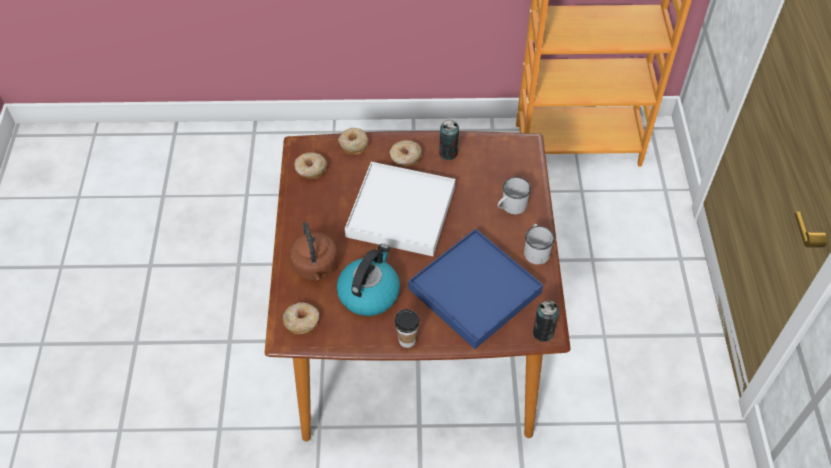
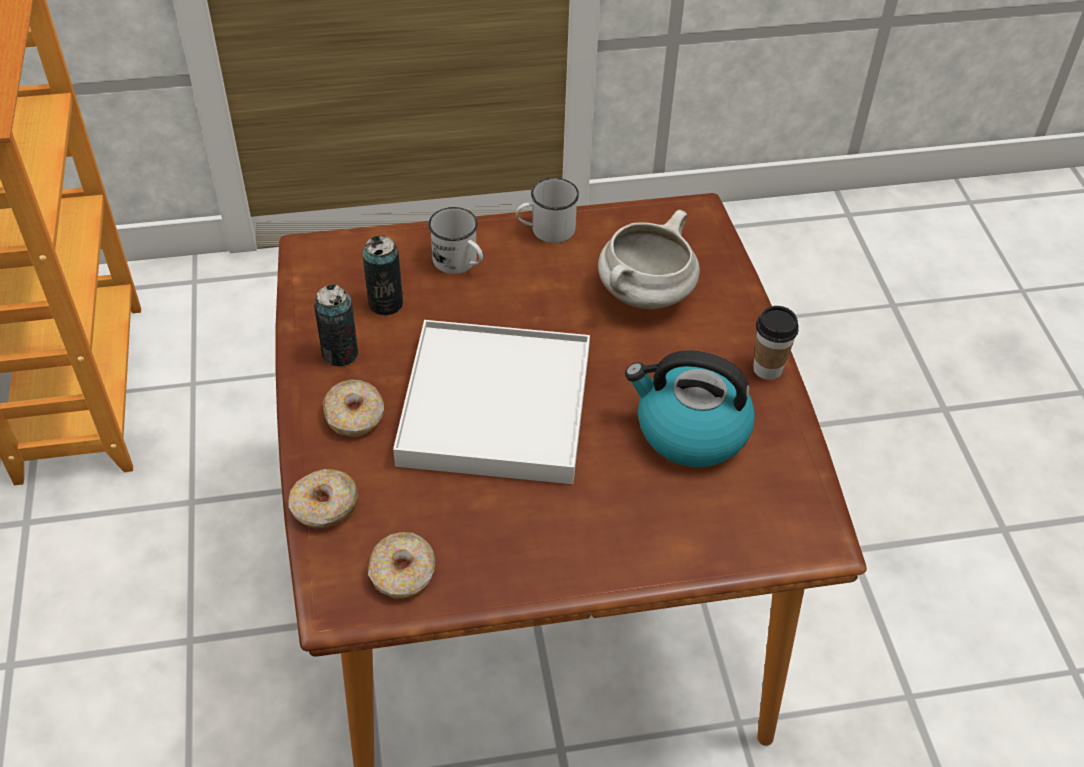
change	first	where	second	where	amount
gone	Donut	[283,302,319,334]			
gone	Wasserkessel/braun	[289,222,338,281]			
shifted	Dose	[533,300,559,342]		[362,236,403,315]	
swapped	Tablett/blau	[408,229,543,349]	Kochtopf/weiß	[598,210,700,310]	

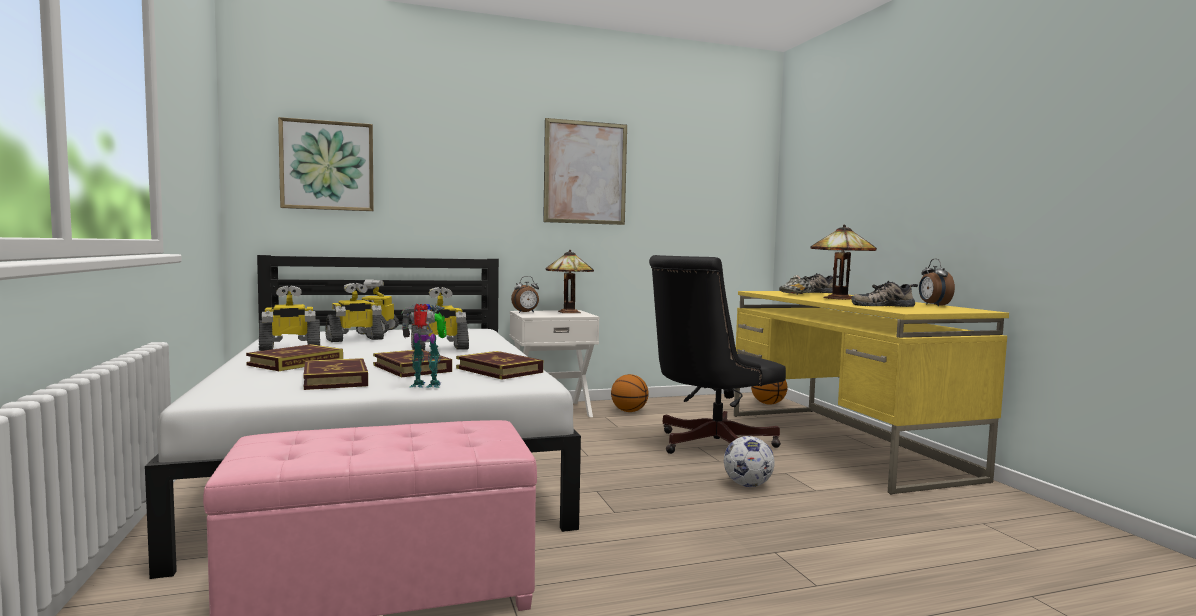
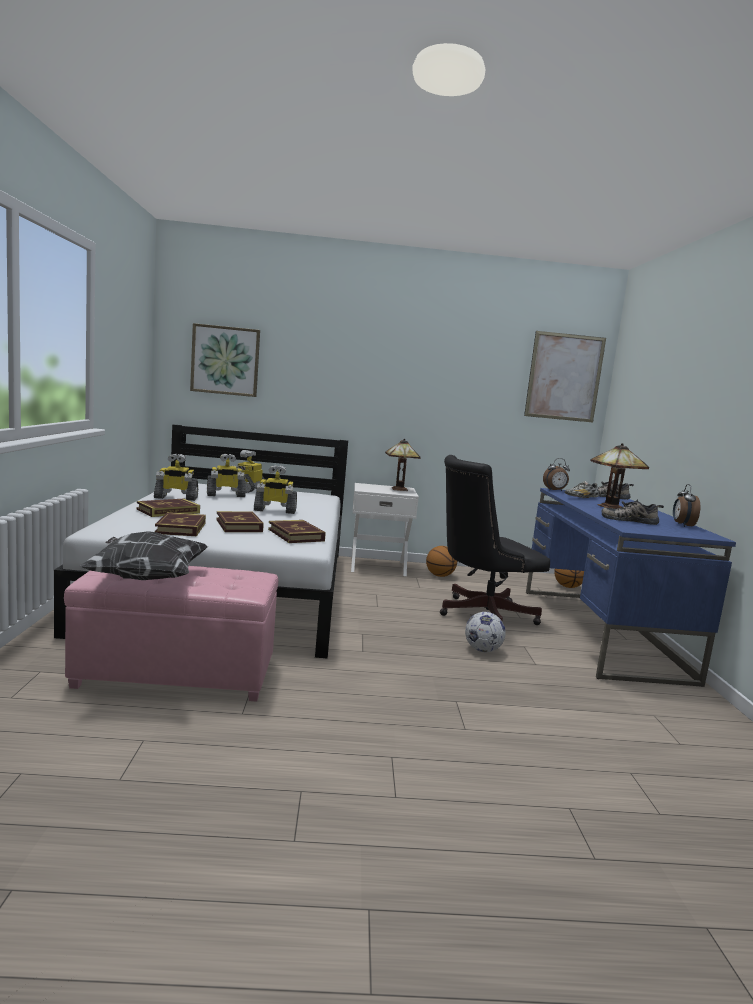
change	first	where	second	where	amount
gone	Spielzeugroboter	[401,304,447,388]			
new			Kissen	[79,531,208,580]	
shifted	Wecker	[511,276,539,313]		[543,458,570,491]	
shifted	Bild	[543,118,627,225]		[524,331,606,422]	
repainted	Schreibtisch/gelb	[734,291,1009,495]	Schreibtisch/blau	[526,488,736,687]	

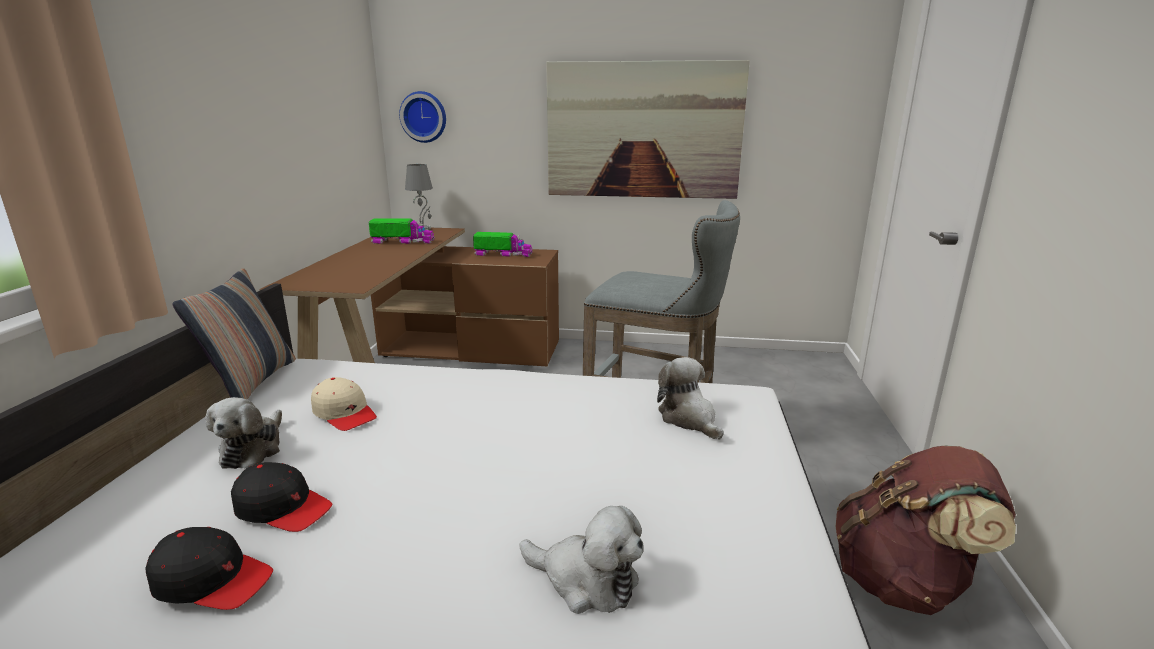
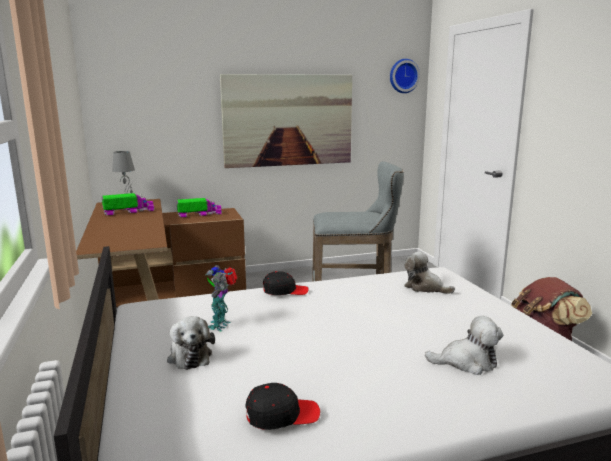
change	first	where	second	where	amount
gone	Kissen	[172,268,296,399]			
shifted	Kappe/schwarz	[231,462,332,532]		[263,271,309,295]	
shifted	Wanduhr	[399,91,446,143]		[390,59,420,93]	
swapped	Kappe/beige	[311,377,377,431]	Spielzeugroboter	[205,265,237,332]	

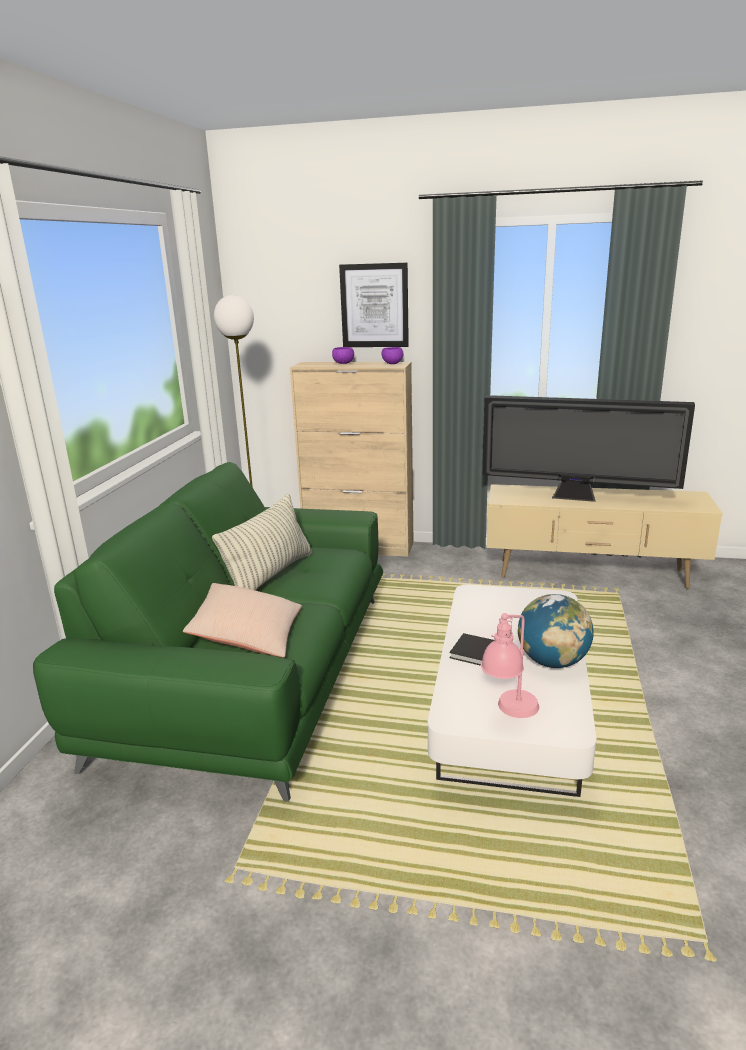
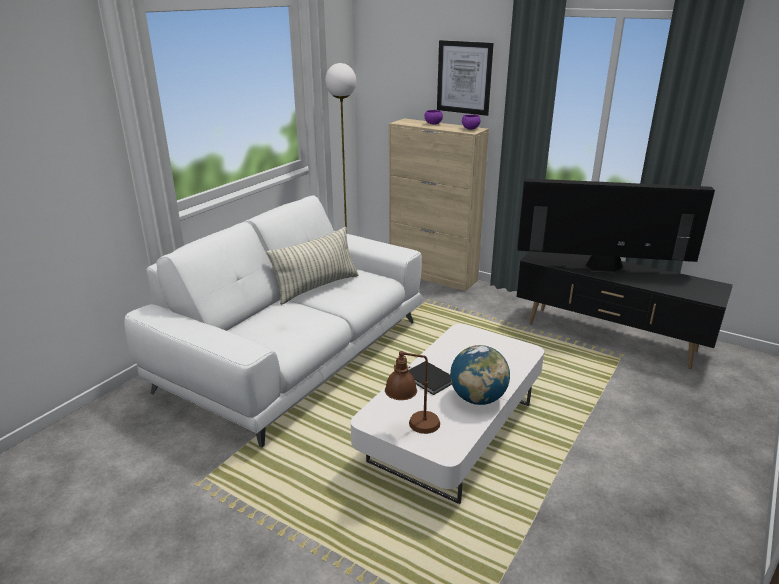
change	first	where	second	where	amount
gone	Kissen/beige	[183,583,302,657]			
repainted	Sofa/grün	[33,462,383,802]	Sofa/weiß	[124,195,423,448]	
repainted	Tischlampe/rosa	[481,613,539,718]	Tischlampe/braun	[385,351,440,434]	
repainted	Fernsehschrank/beige	[487,484,723,589]	Fernsehschrank/schwarz	[517,251,733,369]	
rotated	Fernseher	[482,395,695,502]		[517,178,715,273]	150 degrees clockwise

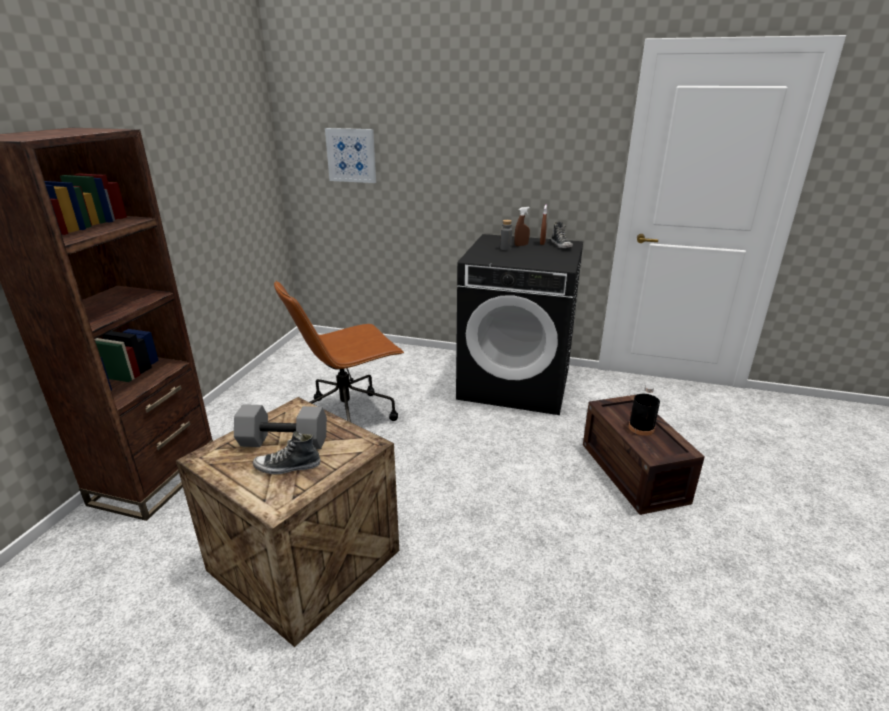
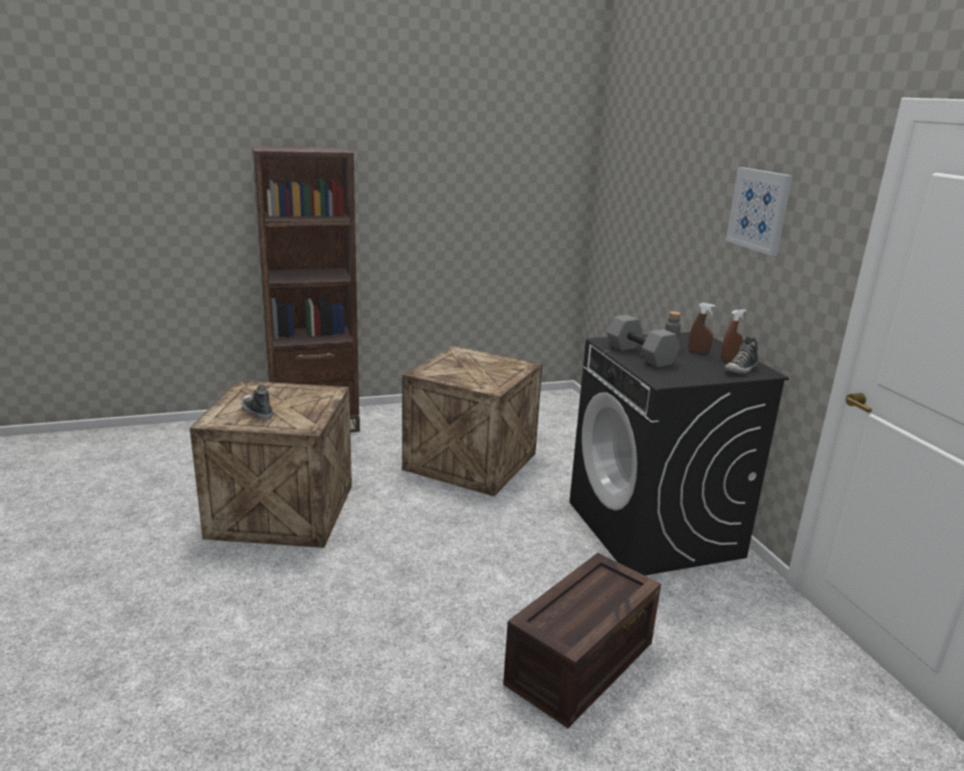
change	first	where	second	where	amount
gone	Flasche/schwarz	[629,385,660,436]			
shifted	Hantel/grau	[234,404,327,449]		[607,315,680,367]	
shifted	Bild	[325,128,376,183]		[726,167,792,256]	
swapped	Bürostuhl/braun	[274,281,404,422]	Kiste	[402,346,542,496]	

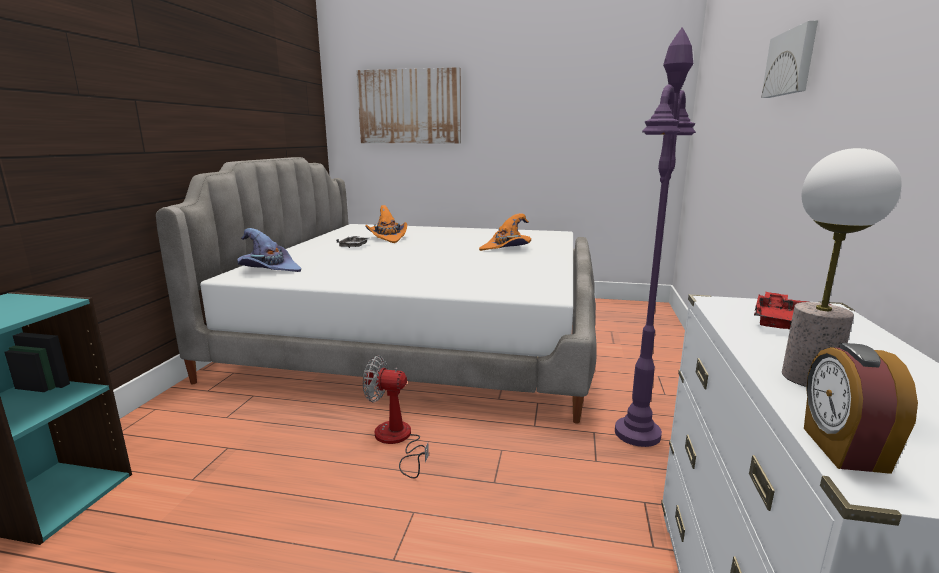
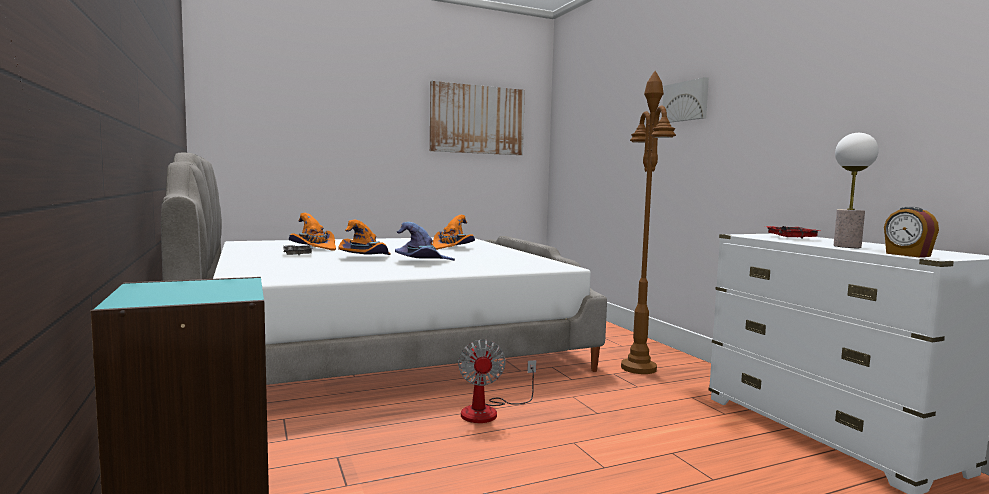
change	first	where	second	where	amount
new			Hut/orange	[338,220,391,255]	
shifted	Hut/lila	[237,228,301,272]		[395,222,455,261]	
shifted	Bild	[357,67,461,143]		[430,81,525,155]	
repainted	Stehlampe/lila	[615,27,696,447]	Stehlampe/braun	[621,71,676,374]	
rotated	Ventilator	[363,356,429,478]		[458,339,536,423]	75 degrees counterclockwise

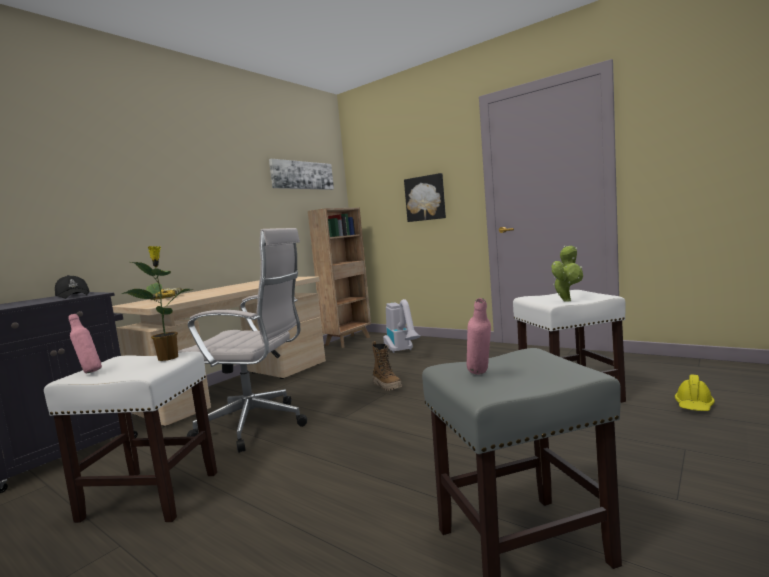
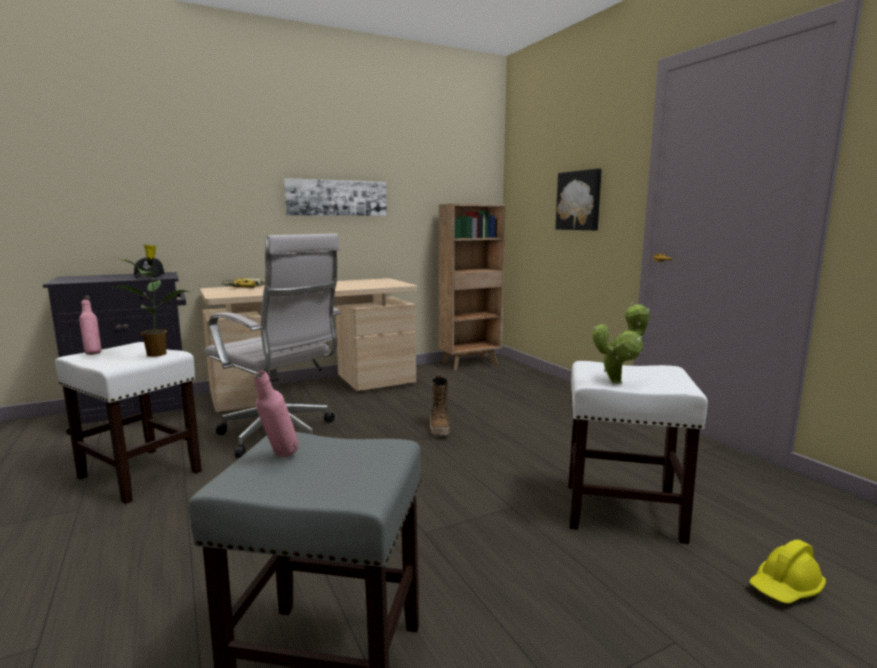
change	first	where	second	where	amount
gone	Staubsauger	[383,299,421,353]			
shifted	Bild	[269,159,334,190]		[284,178,387,216]	

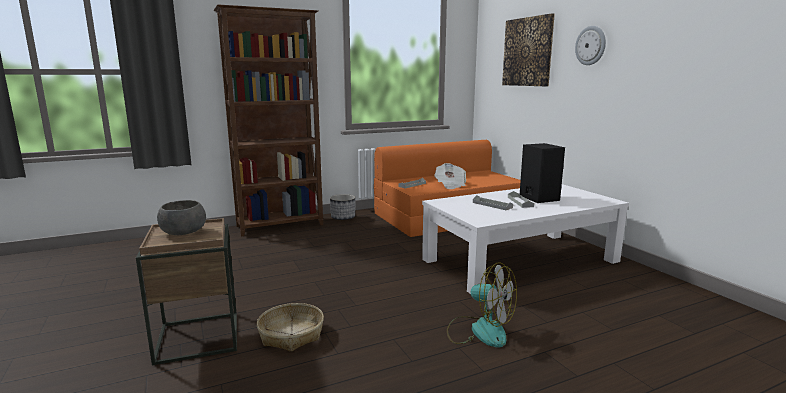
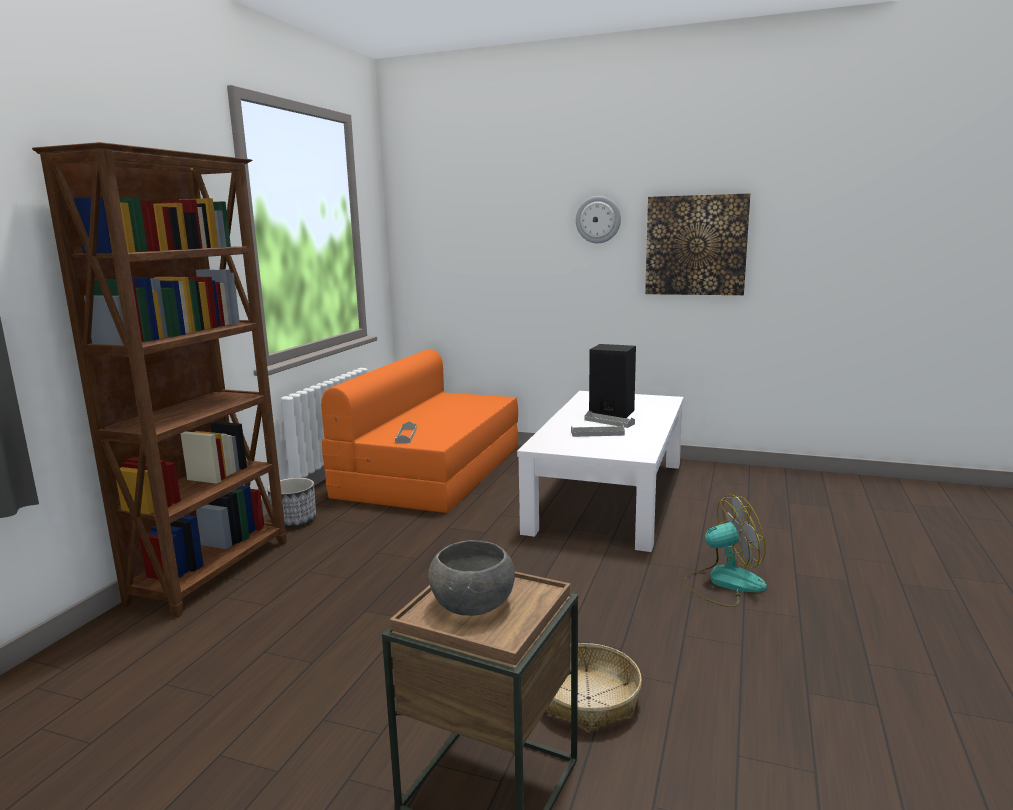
change	first	where	second	where	amount
gone	Zeitung	[434,163,466,189]			
shifted	Bild	[502,13,555,86]		[645,193,750,295]	

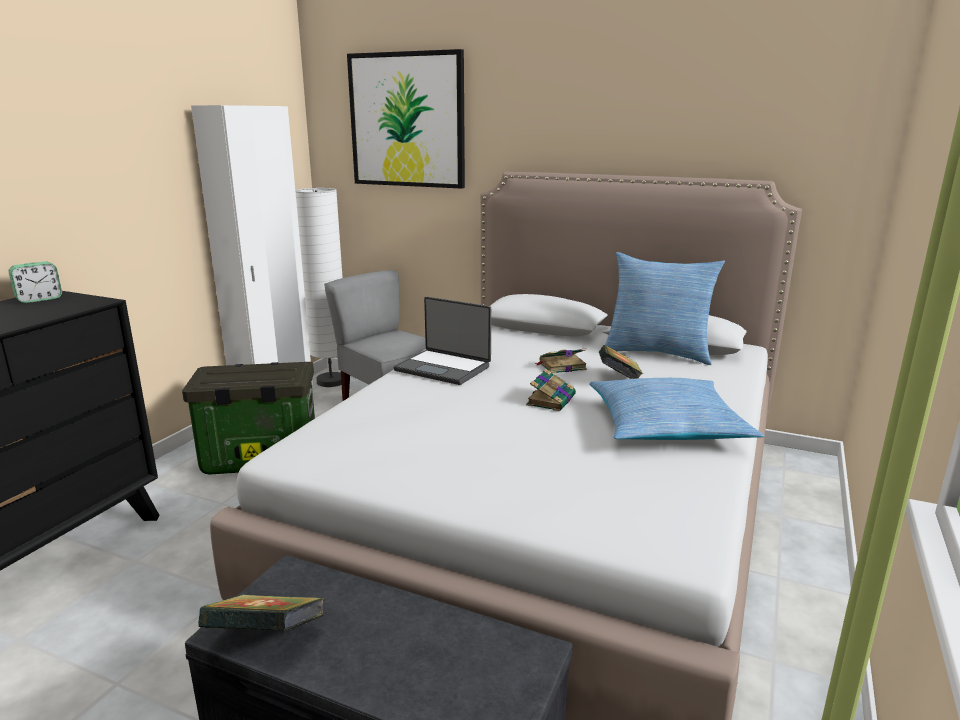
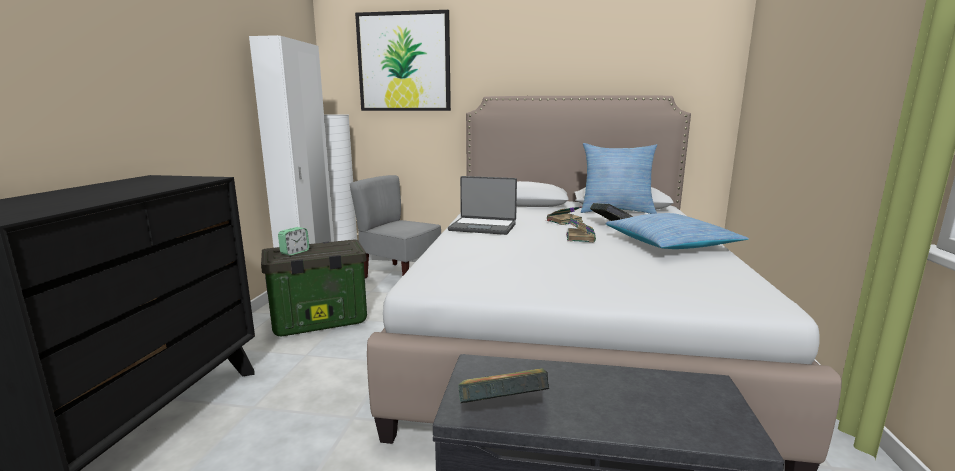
change	first	where	second	where	amount
shifted	Wecker	[8,261,62,303]		[278,227,310,256]	

